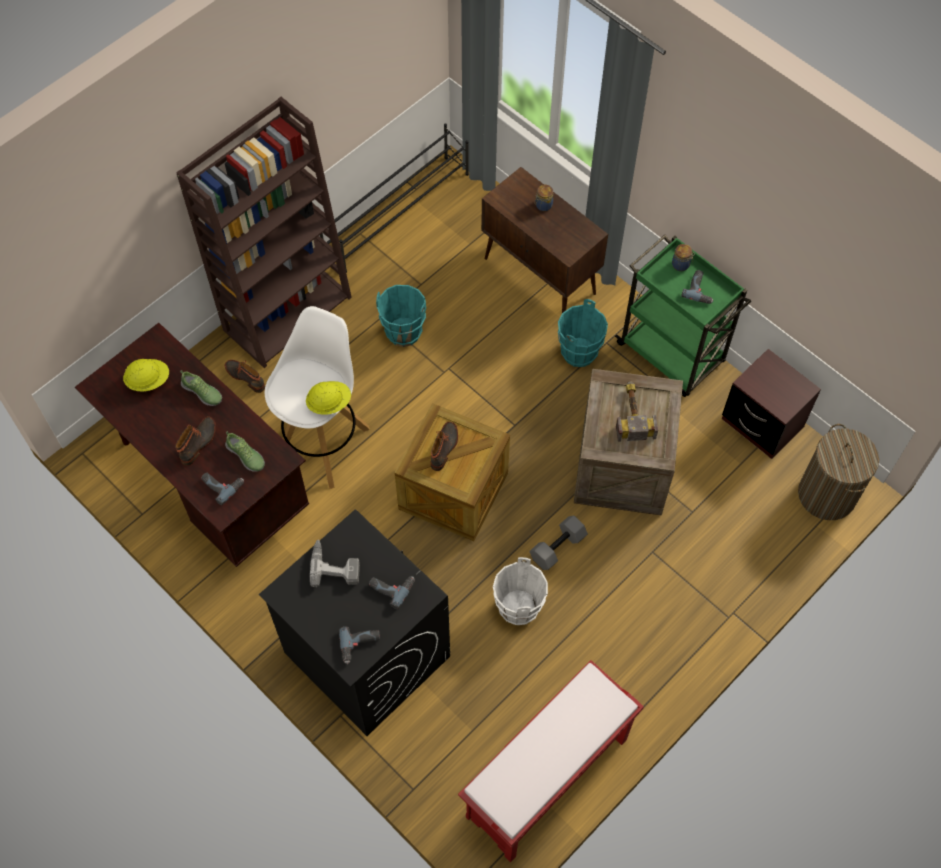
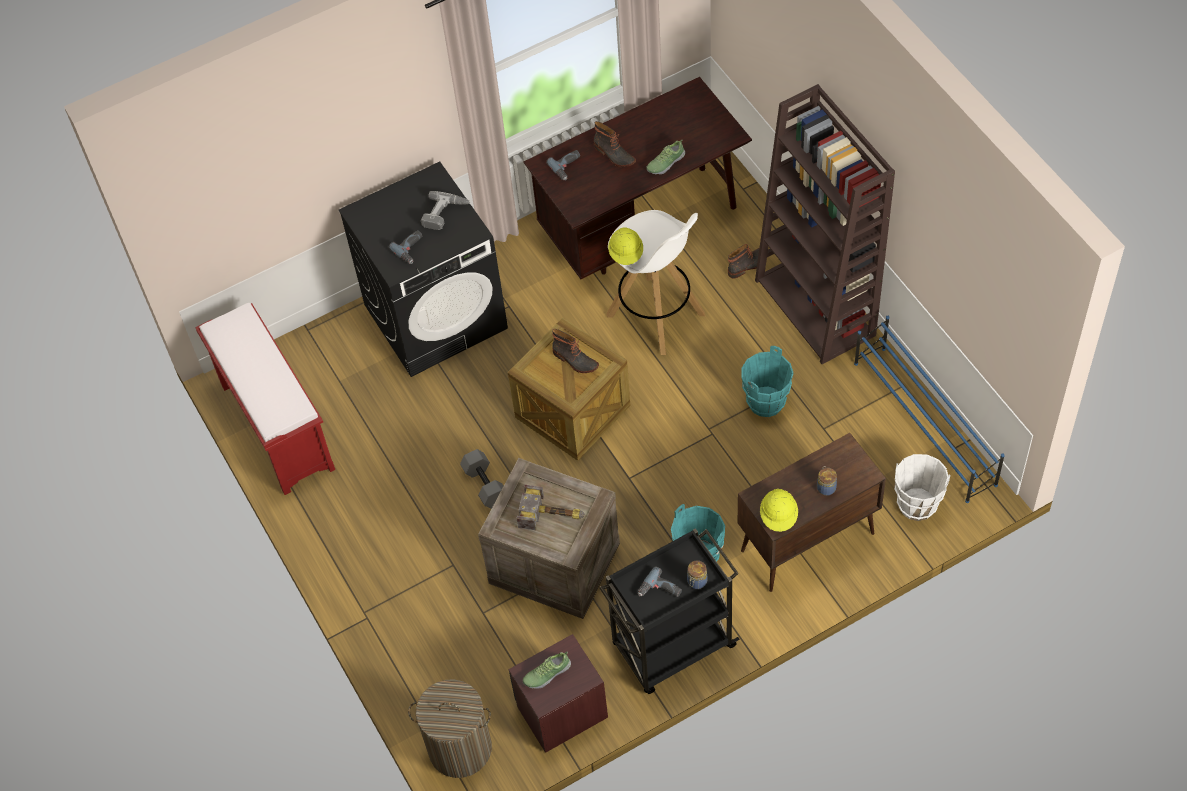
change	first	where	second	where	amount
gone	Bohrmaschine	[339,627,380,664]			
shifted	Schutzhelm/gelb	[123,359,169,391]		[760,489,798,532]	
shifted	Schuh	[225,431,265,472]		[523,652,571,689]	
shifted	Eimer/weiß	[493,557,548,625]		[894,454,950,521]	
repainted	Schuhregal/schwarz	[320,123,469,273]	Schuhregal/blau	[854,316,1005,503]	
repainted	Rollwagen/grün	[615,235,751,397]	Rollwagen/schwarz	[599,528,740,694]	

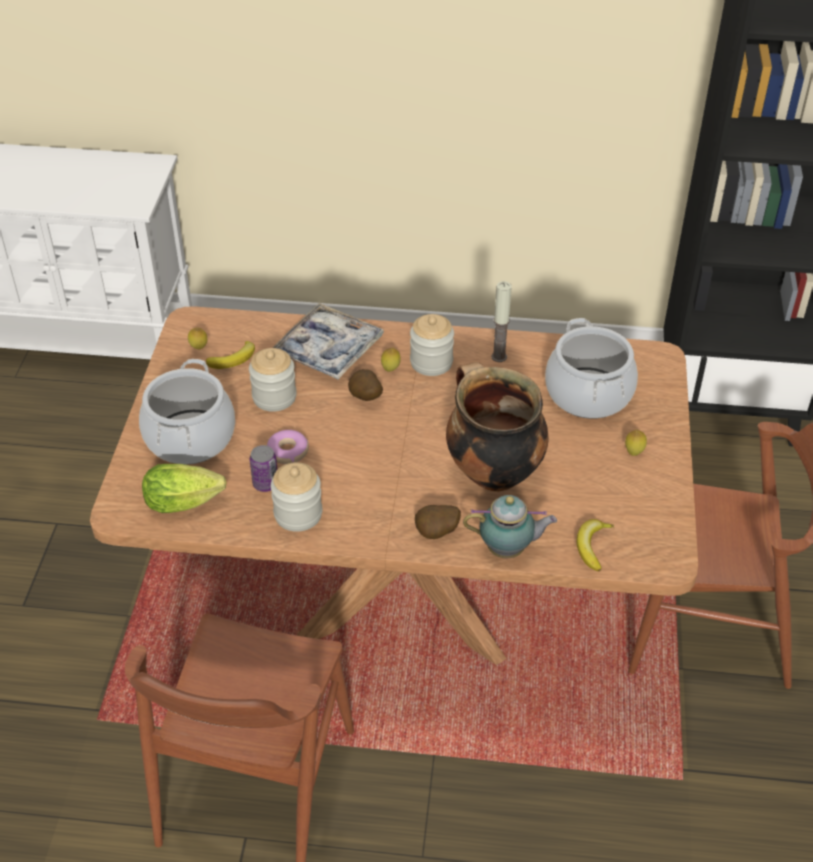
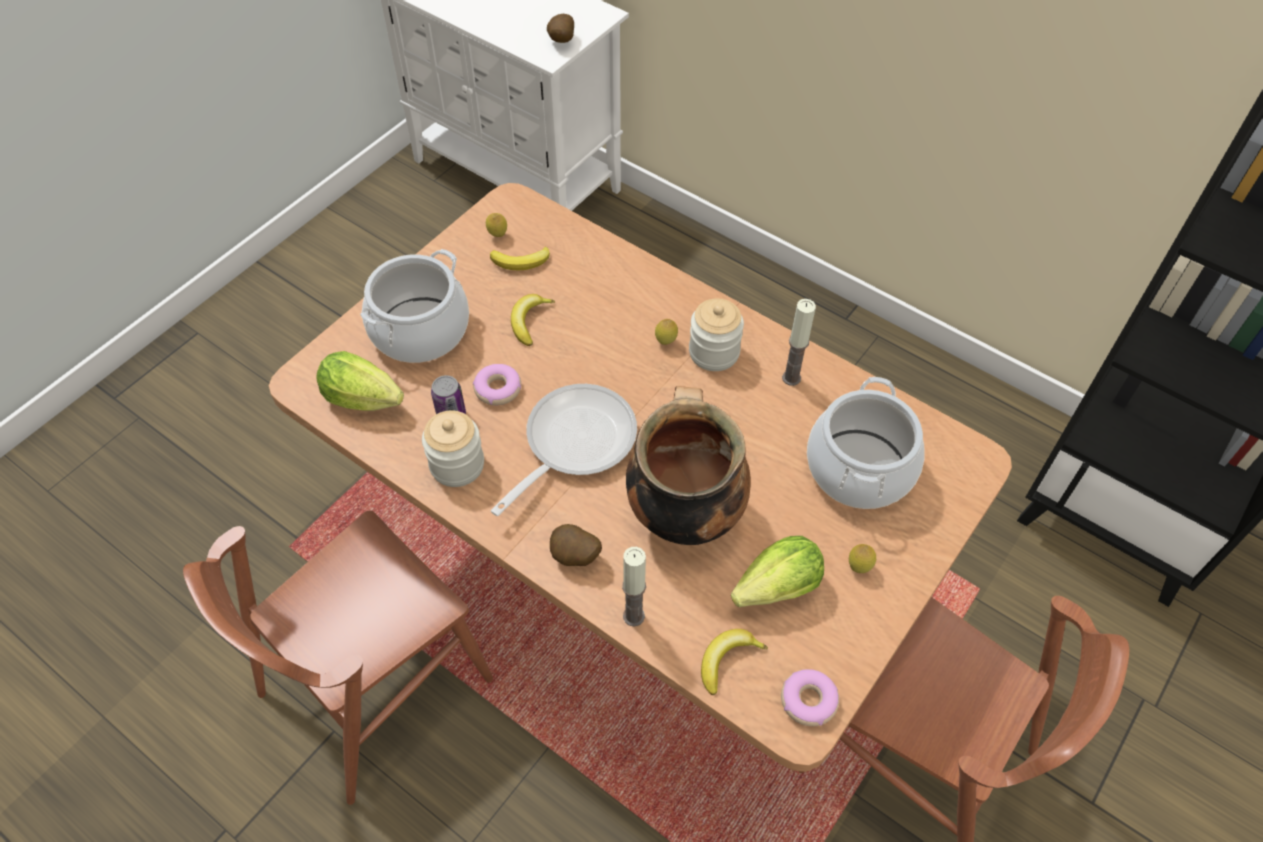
change	first	where	second	where	amount
gone	Tablett	[273,303,384,380]			
new			Pfanne	[491,384,637,516]	
new			Salatkopf	[731,536,824,607]	
new			Donut	[781,669,839,726]	
shifted	Kartoffel	[348,369,383,401]		[547,14,574,43]	
swapped	Vorratsglas	[249,348,297,412]	Banane	[511,294,555,346]	
swapped	Teekanne	[463,495,557,558]	Kerze	[622,547,646,627]	

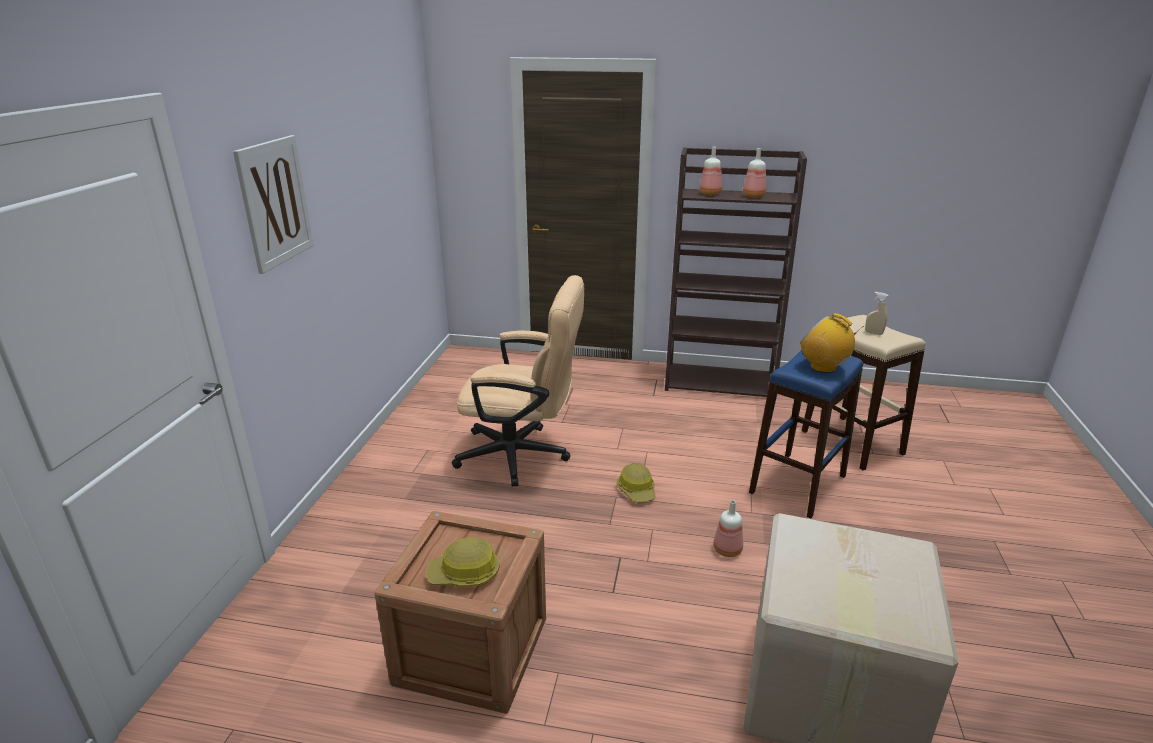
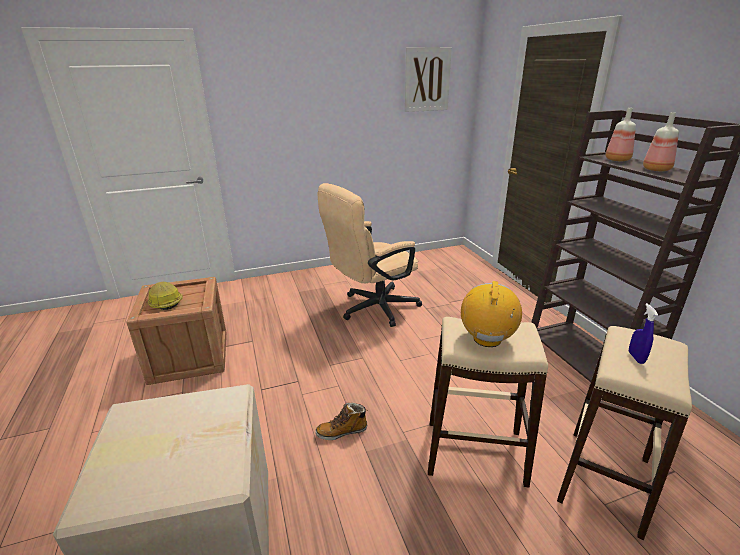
change	first	where	second	where	amount
gone	Schutzhelm	[617,463,656,502]			
shifted	Bild	[233,135,314,274]		[405,47,452,112]	
swapped	Flasche	[713,500,743,557]	Stiefel	[316,403,368,440]	
repainted	Hocker/blau	[749,350,863,518]	Hocker/beige	[428,317,548,487]	
repainted	Sprühflasche/beige	[865,292,888,335]	Sprühflasche/blau	[629,303,658,364]	
rotated	Bürostuhl/beige	[452,275,584,486]		[317,183,422,327]	75 degrees clockwise

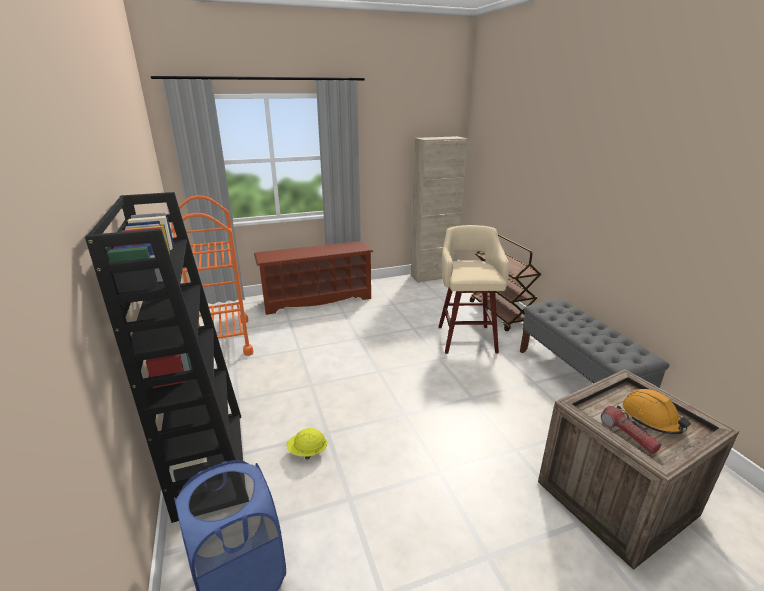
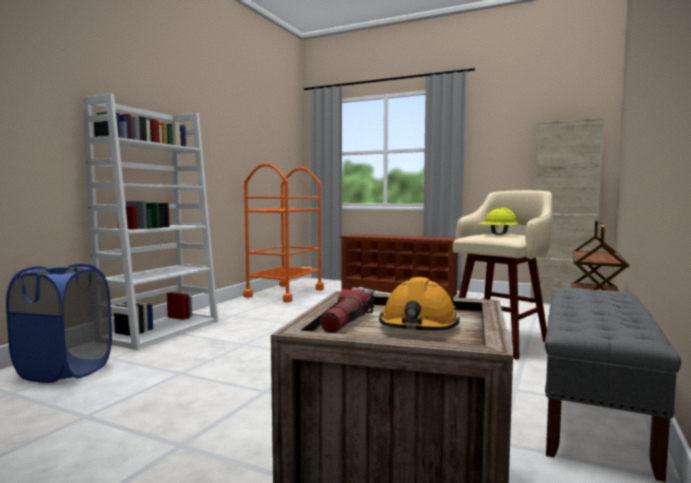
change	first	where	second	where	amount
shifted	Schutzhelm/gelb	[286,428,327,459]		[478,208,519,235]	
repainted	Bücherregal/schwarz	[85,192,243,523]	Bücherregal/weiß	[82,93,218,350]	

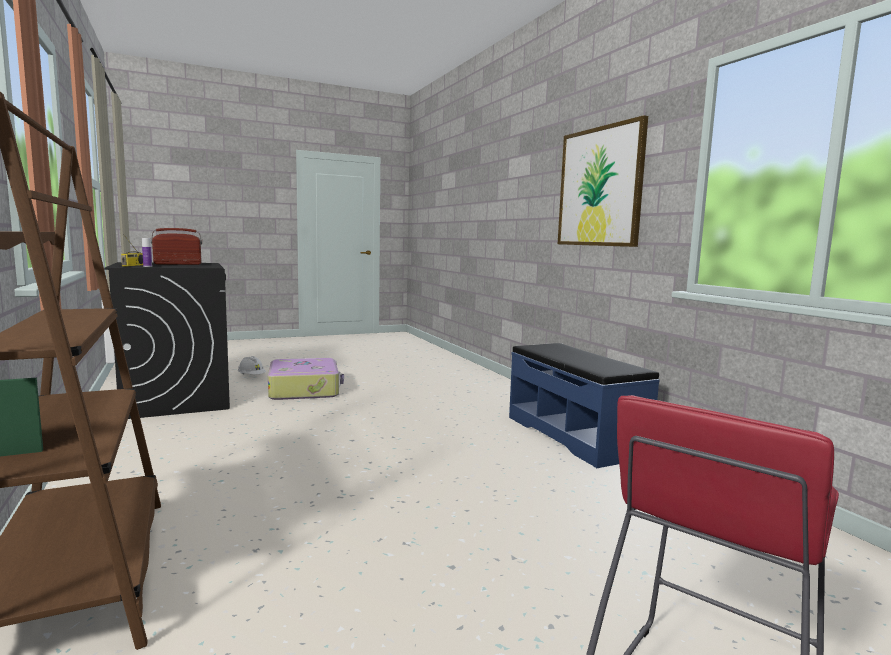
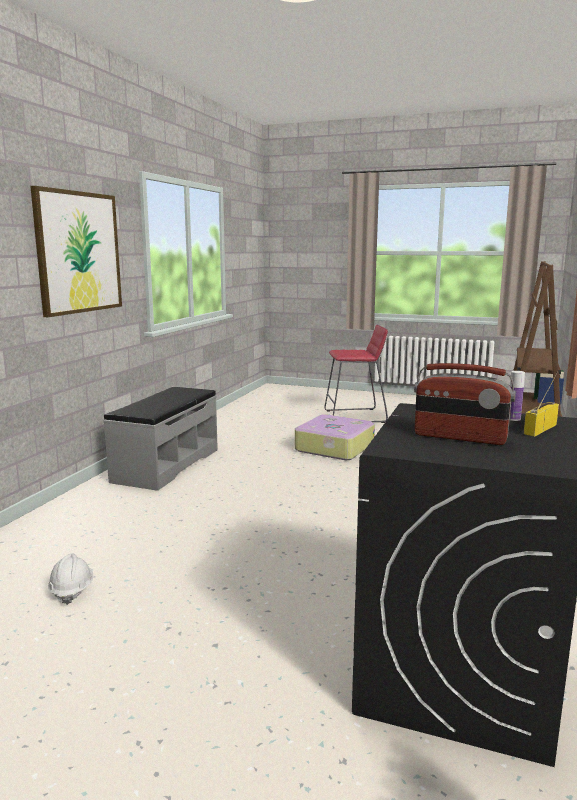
change	first	where	second	where	amount
shifted	Schutzhelm/weiß	[238,356,266,375]		[48,553,93,605]	
shifted	Koffer	[268,358,344,400]		[295,414,375,460]	
repainted	Bank/blau	[509,343,660,468]	Bank/grau	[104,387,218,491]	

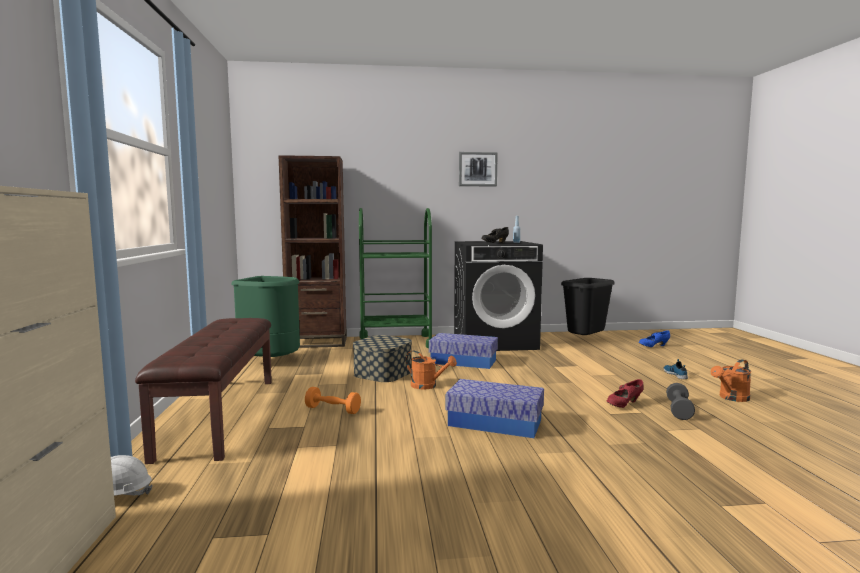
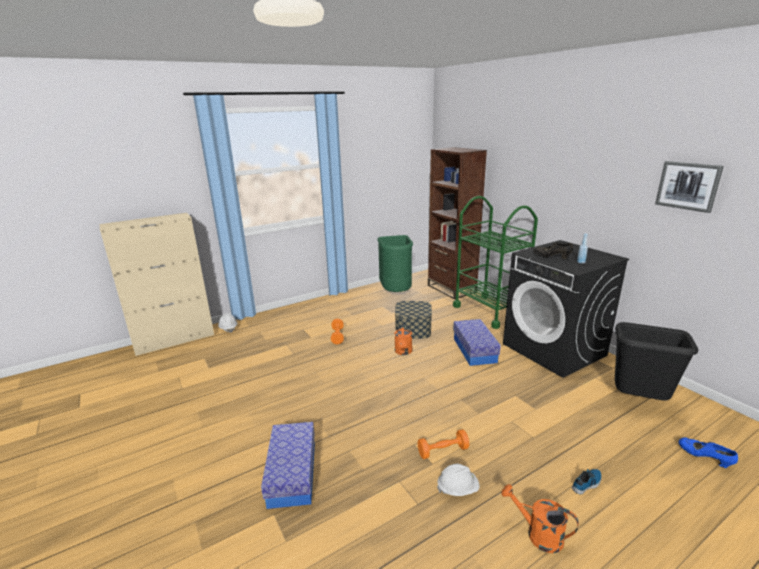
change	first	where	second	where	amount
gone	Bank/braun	[135,318,272,464]			
shifted	Aufbewahrungsbox	[446,379,544,438]		[261,422,315,509]	
shifted	Bild	[459,152,498,186]		[655,161,724,213]	
swapped	Schuh/rot	[607,379,644,408]	Hantel/orange	[418,430,469,459]	
swapped	Hantel/grau	[666,383,695,420]	Schutzhelm/weiß	[437,464,480,496]	

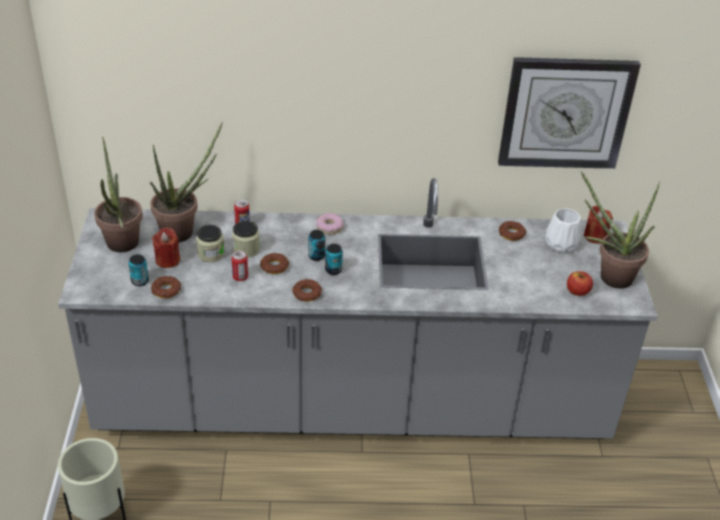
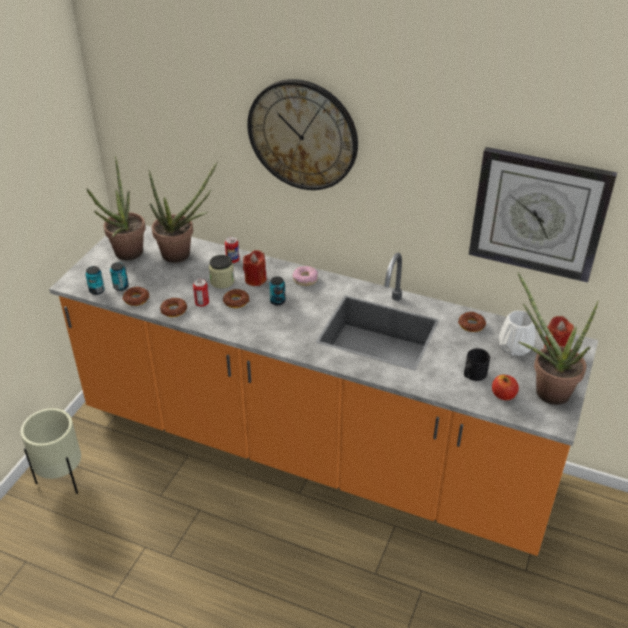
change	first	where	second	where	amount
gone	Vorratsglas	[196,225,224,262]			
new			Wanduhr	[247,79,358,190]	
new			Henkelbecher/schwarz	[464,348,490,381]	
shifted	Kerze/rot	[152,228,180,268]		[243,250,267,286]	
shifted	Donut	[292,279,322,302]		[160,298,187,317]	
shifted	Dose	[325,244,343,275]		[85,266,105,295]	
repainted	Küchenzeile/grau	[58,178,658,439]	Küchenzeile/orange	[49,225,598,556]	

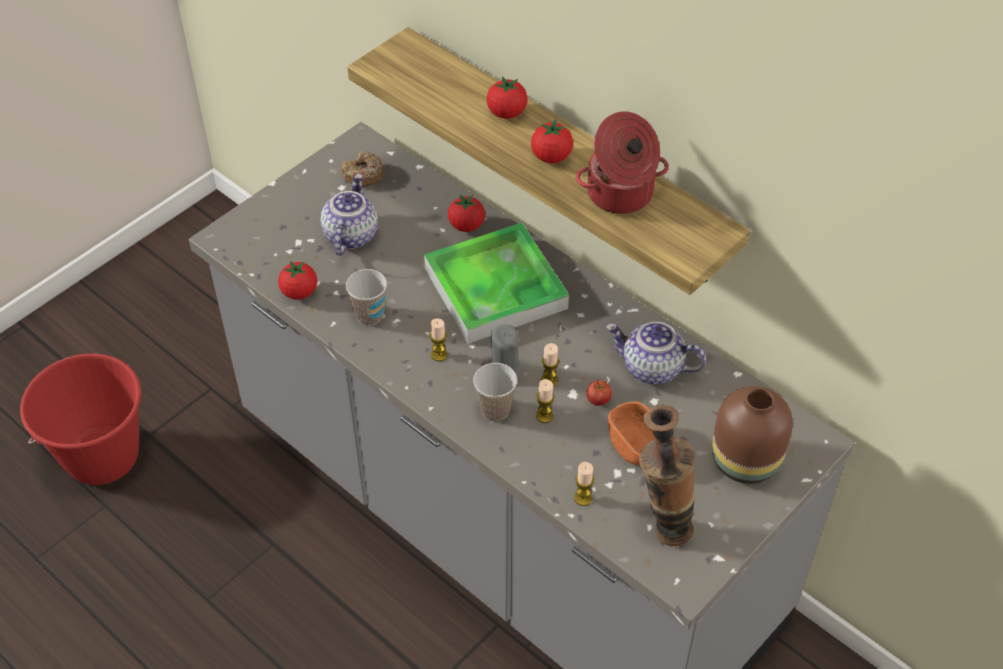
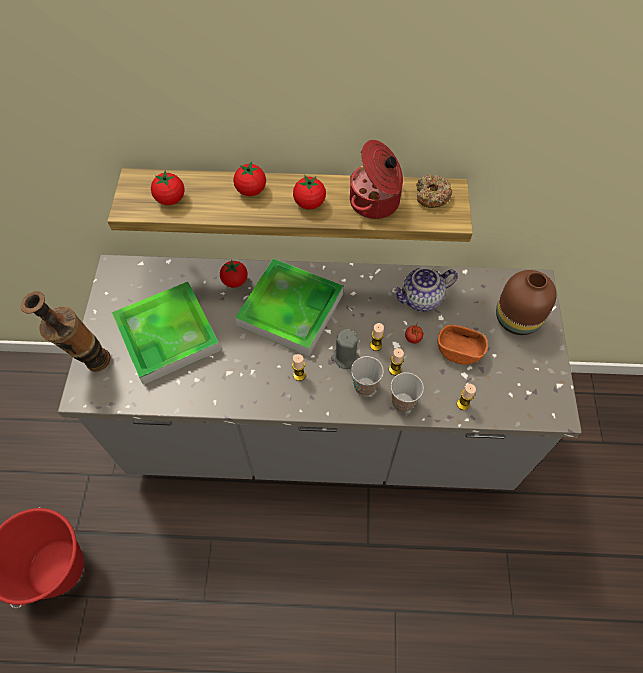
change	first	where	second	where	amount
shifted	Tomate	[278,261,317,300]		[151,170,185,205]	
shifted	Donut	[342,151,384,187]		[416,175,452,208]	
shifted	Tasse	[346,269,387,326]		[391,372,424,412]	
shifted	Vase	[639,404,695,546]		[20,291,110,372]	
swapped	Teekanne	[320,174,378,256]	Tablett	[112,282,221,385]	

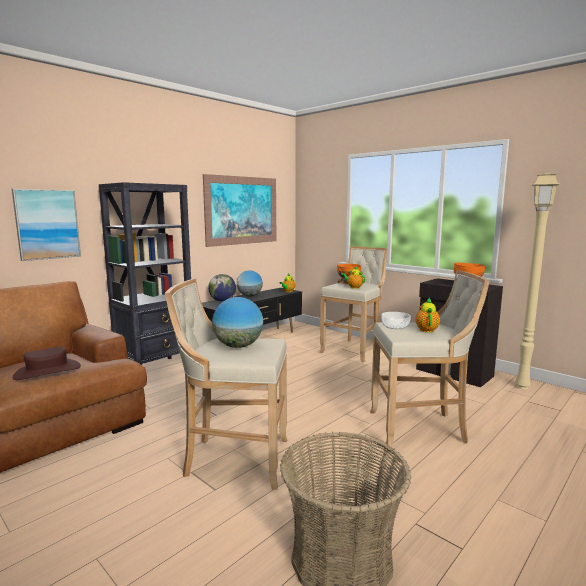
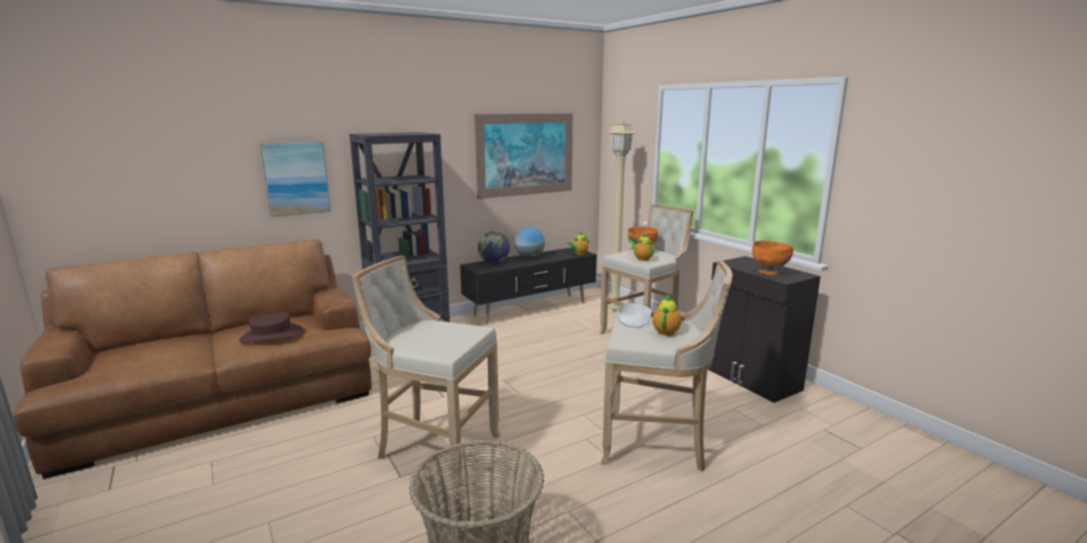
change	first	where	second	where	amount
gone	Globus	[212,297,263,348]			
shifted	Stehlampe/beige	[515,173,559,389]		[608,122,636,312]	

